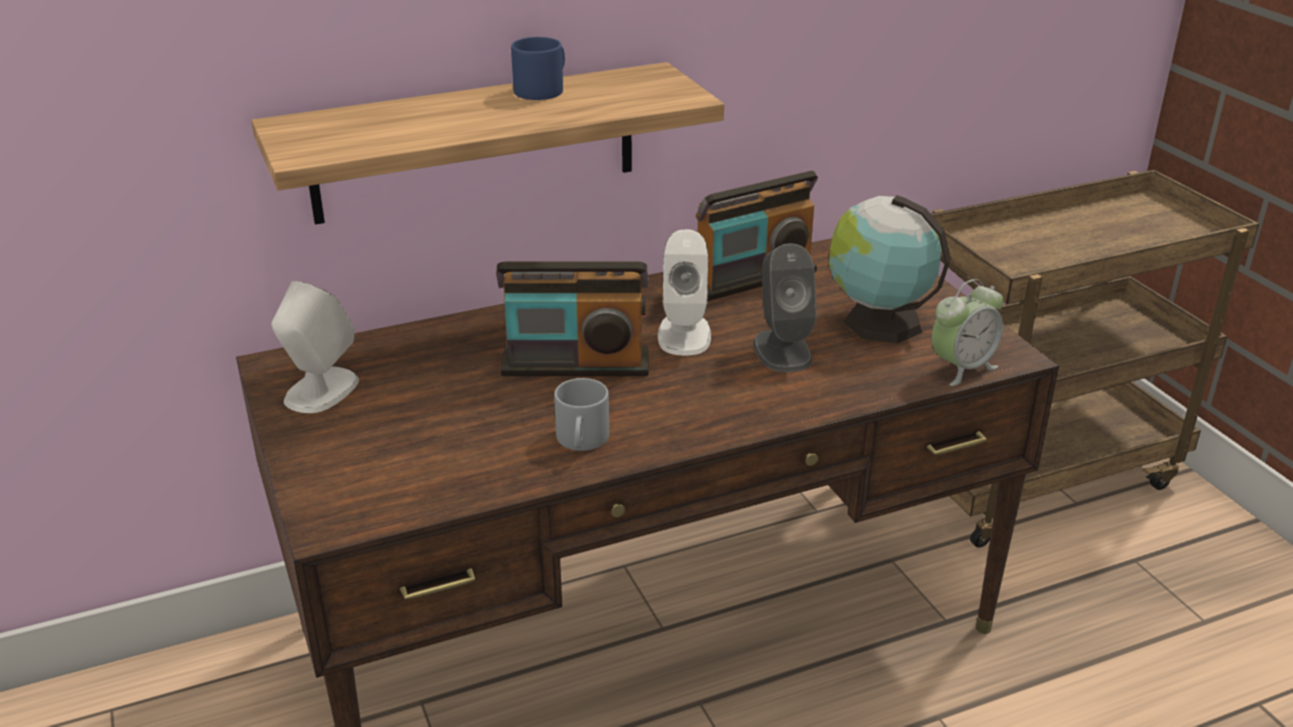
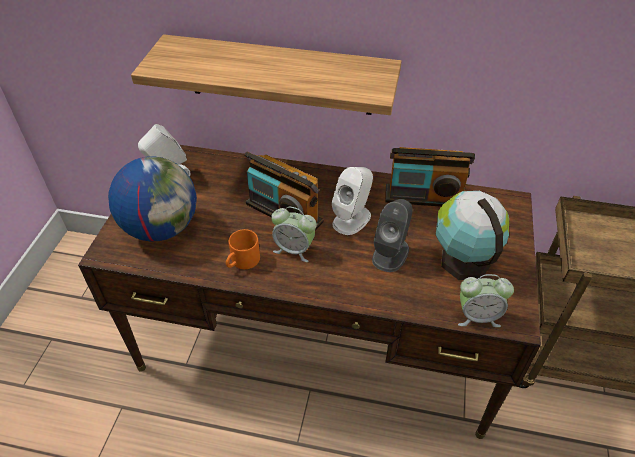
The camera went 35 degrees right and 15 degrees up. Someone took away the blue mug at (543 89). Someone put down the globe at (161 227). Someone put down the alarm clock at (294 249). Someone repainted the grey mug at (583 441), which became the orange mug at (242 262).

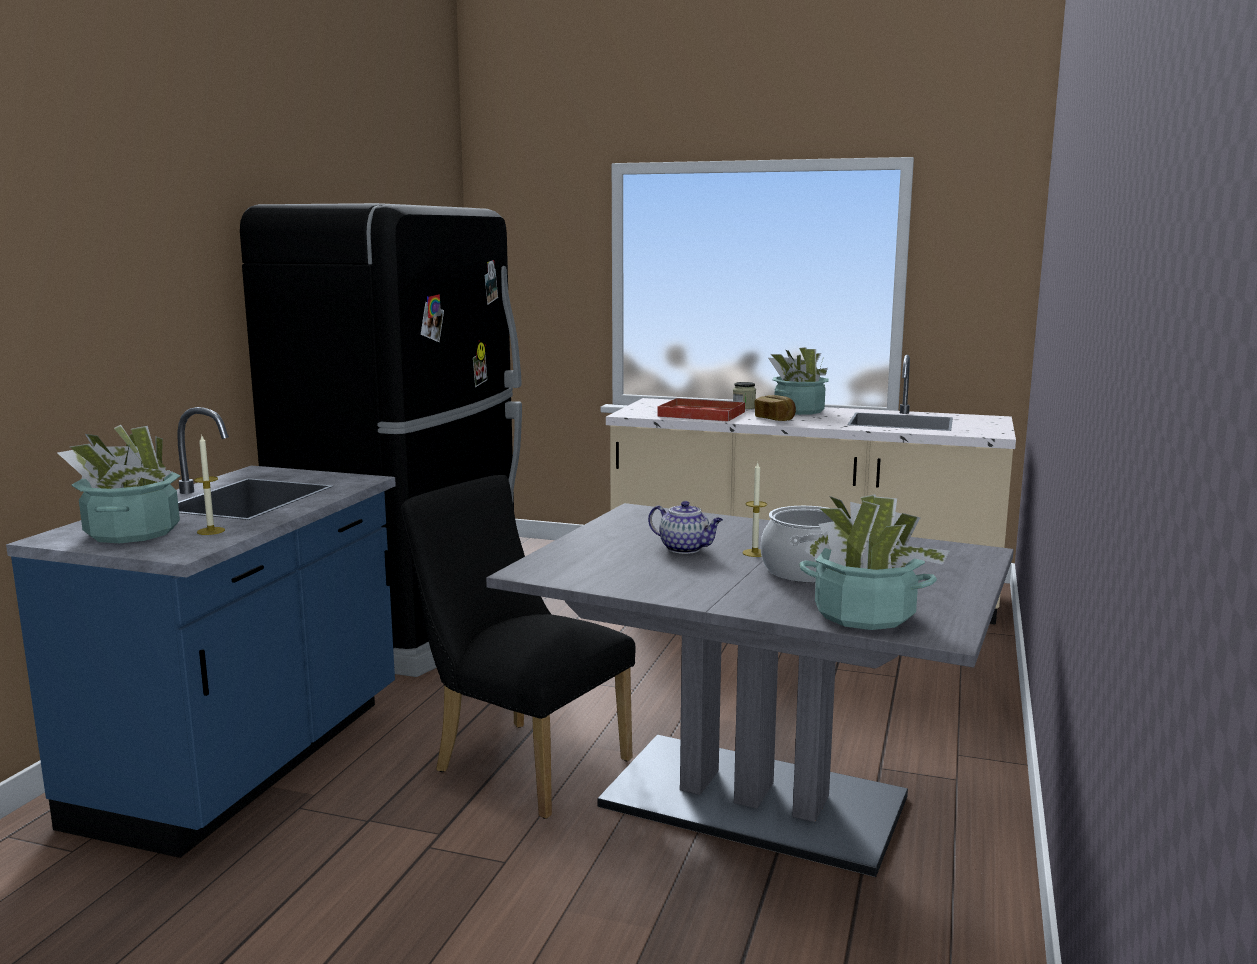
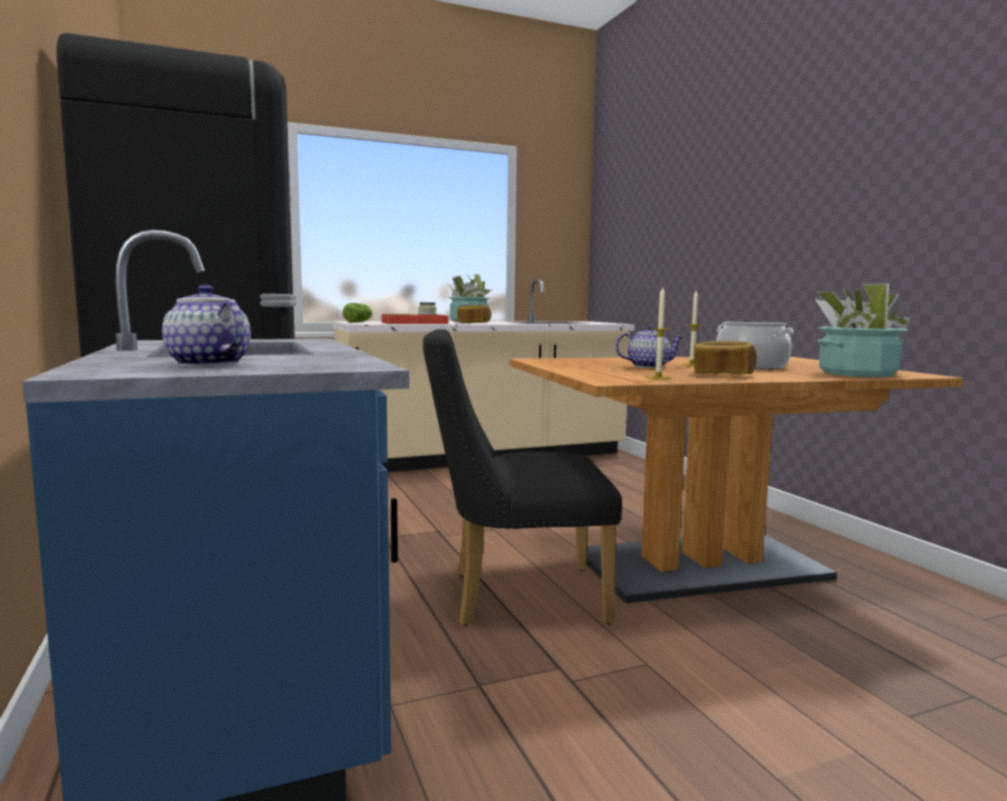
The camera went 40 degrees left and 5 degrees down. Someone put down the lettuce at (359 322). Someone put down the bread at (722 374). Someone carried the candle from (211 531) to (658 377). Someone swapped the potted plant at (132 532) for the teapot at (207 364). Someone repainted the grey dining table at (753 802), which became the brown dining table at (700 566).

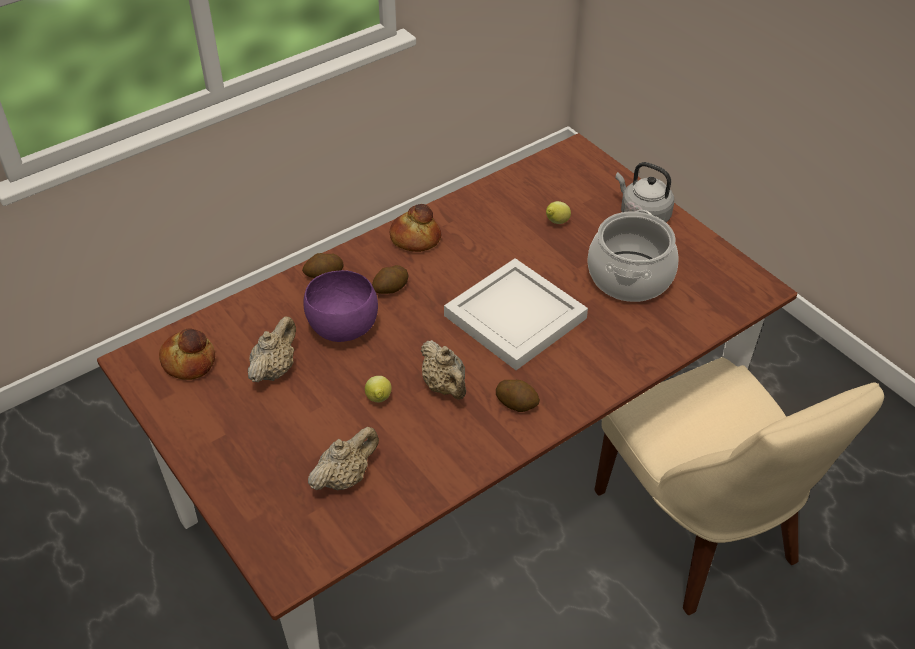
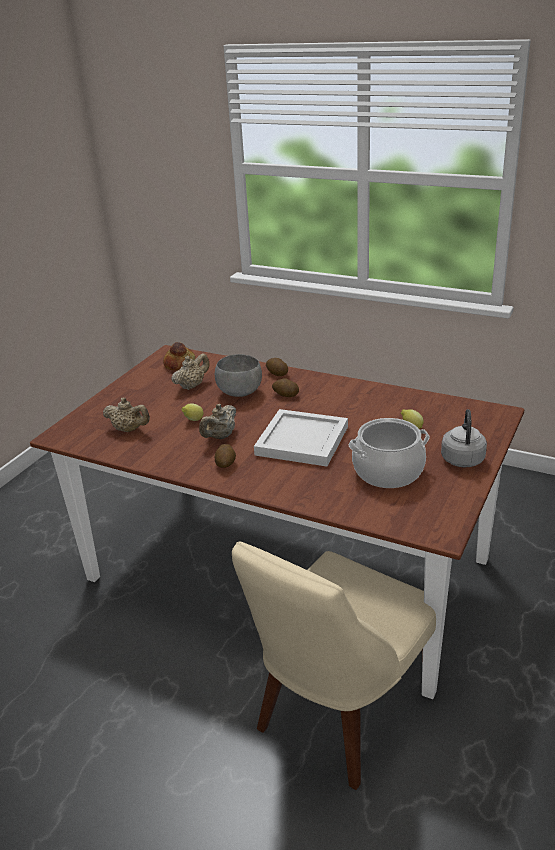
The camera went 65 degrees right and 15 degrees down. Someone took away the bread at (415 238). Someone repainted the purple bowl at (341 328), which became the grey bowl at (239 392). Someone rotated the beige teapot at (274 369) by 45 degrees counterclockwise.

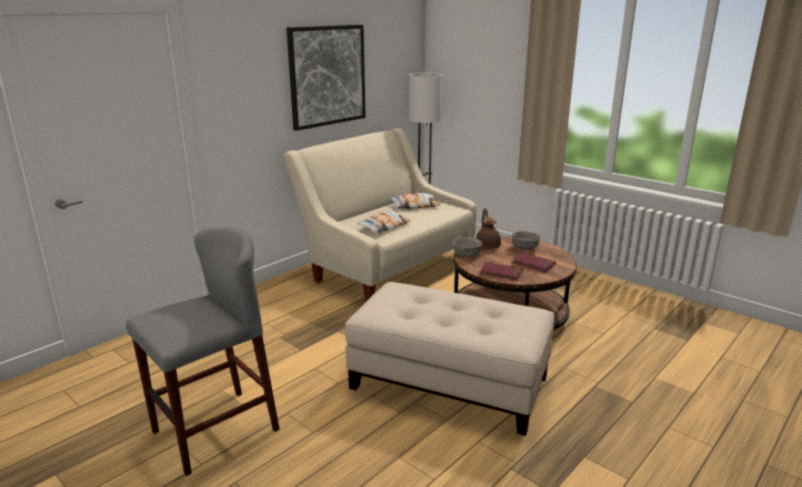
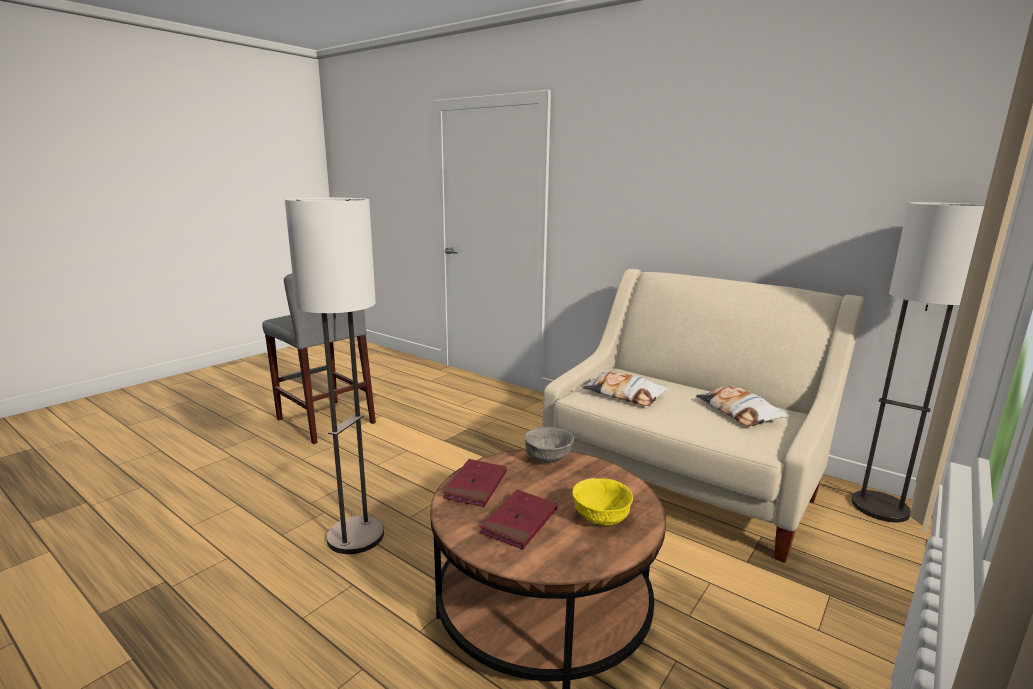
The camera went 85 degrees right and 5 degrees down. Someone took away the picture at (327 76). Someone took away the brown teapot at (487 246). Someone swapped the beige ottoman at (449 382) for the floor lamp at (356 536). Someone repainted the grey bowl at (524 248), which became the yellow bowl at (600 517).

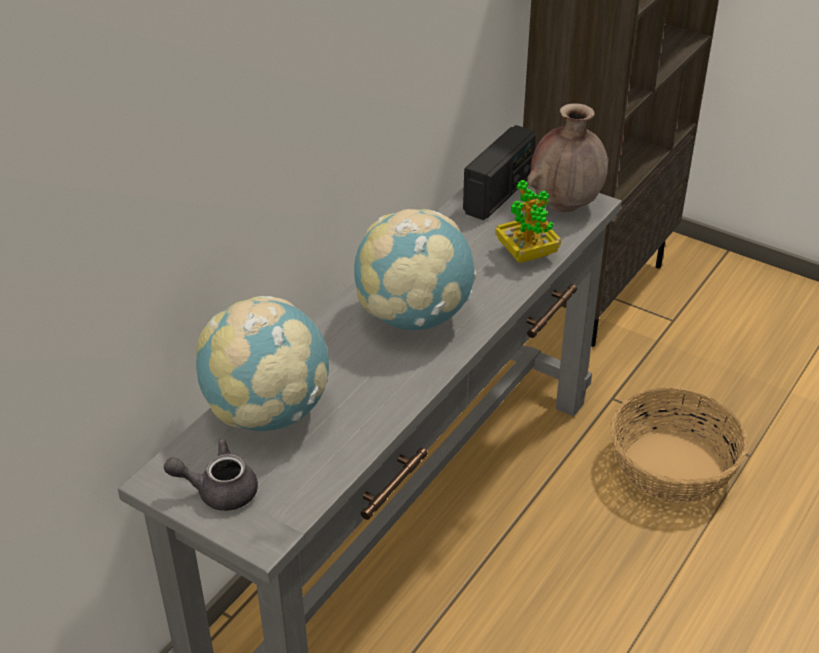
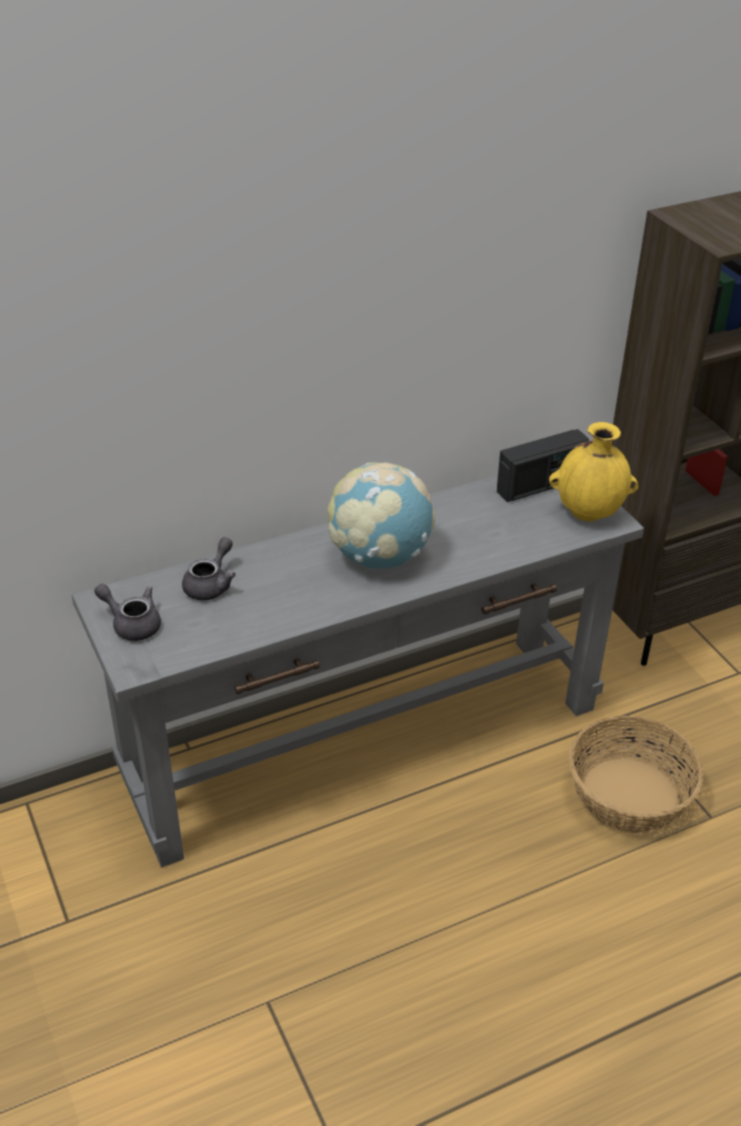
The camera went 30 degrees right and 0 degrees up. Someone took away the potted plant at (526 254). Someone swapped the globe at (267 413) for the grey teapot at (211 584). Someone repainted the brown vase at (565 205), which became the yellow vase at (589 514).

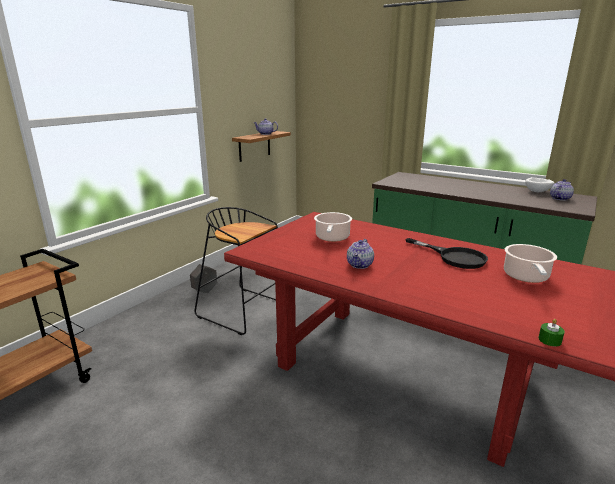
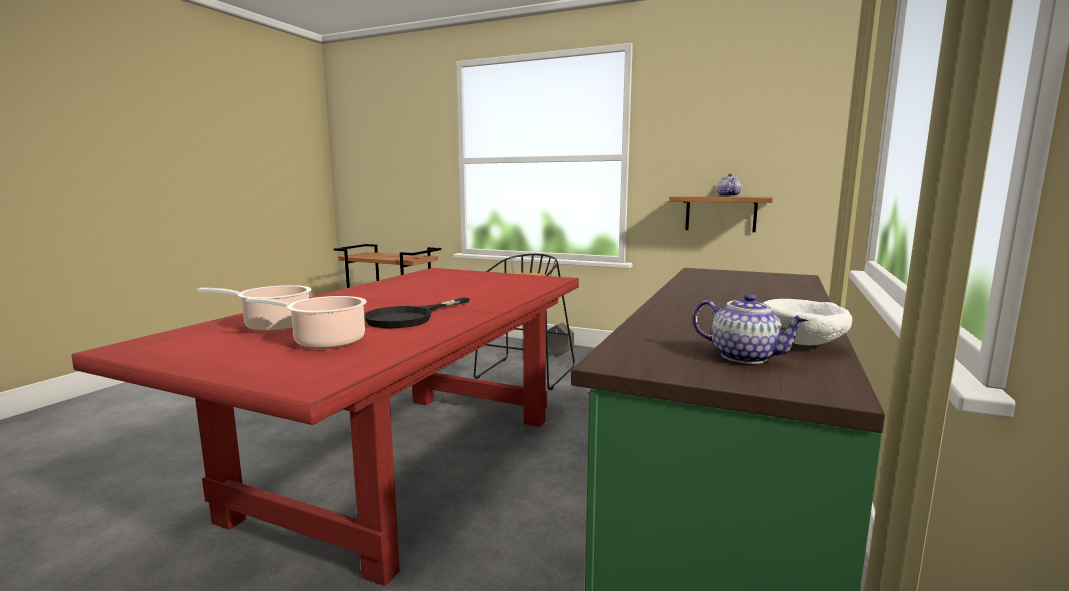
The camera went 80 degrees right and 10 degrees down. Someone took away the teapot at (360 265). Someone took away the green candle at (549 340). Someone carried the cooking pot from (332 238) to (273 326).

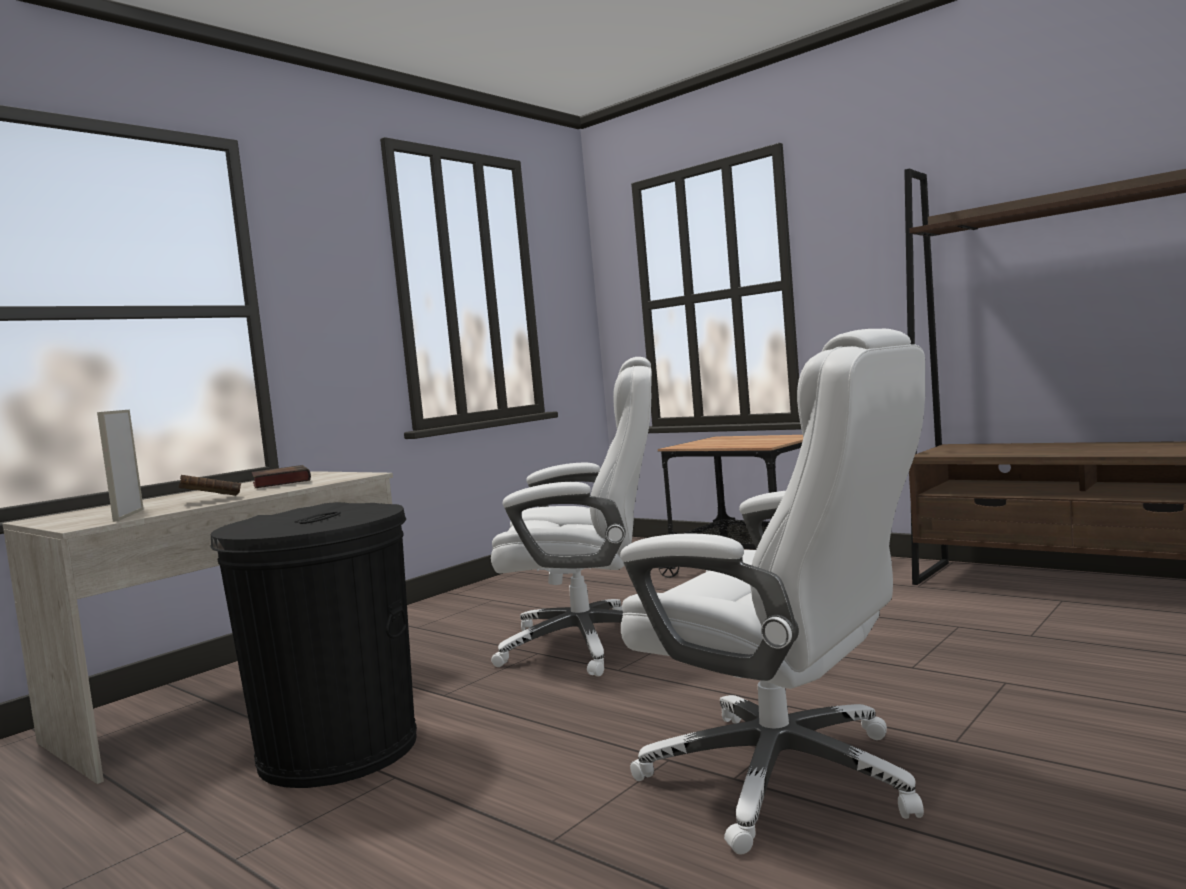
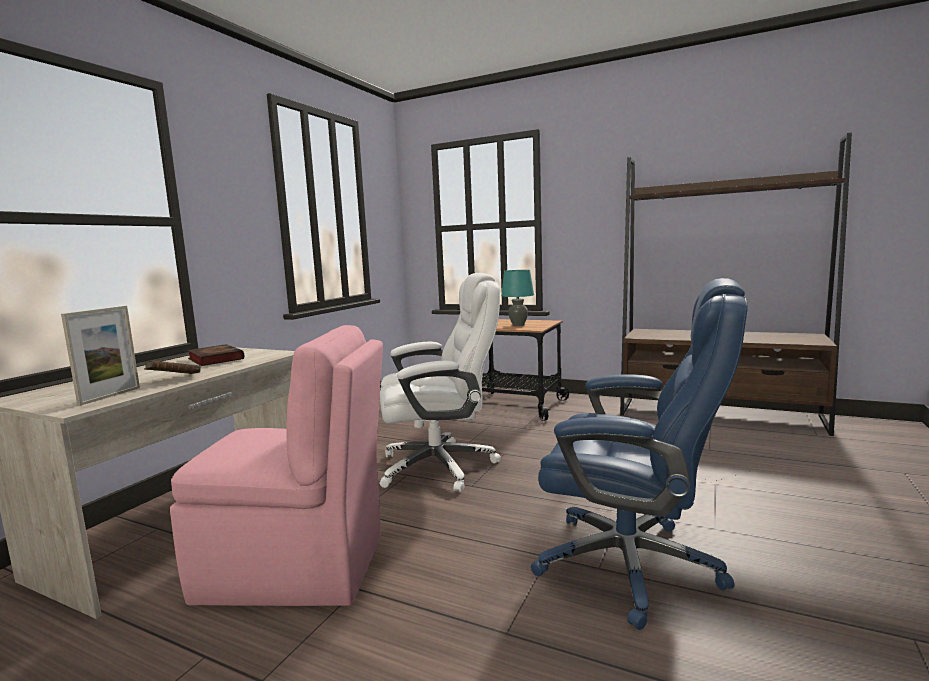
The camera went 15 degrees left and 5 degrees up. Someone put down the turquoise table lamp at (518 325). Someone swapped the black trash can at (338 750) for the pink chair at (298 568). Someone repainted the white office chair at (787 778), which became the blue office chair at (632 565). Someone rotated the picture frame at (128 515) by 135 degrees counterclockwise.

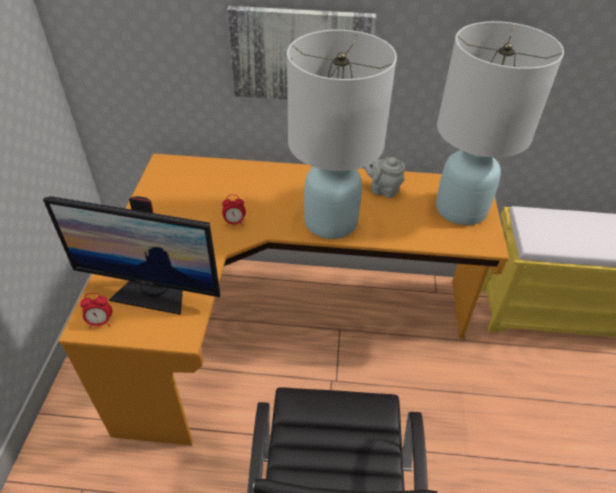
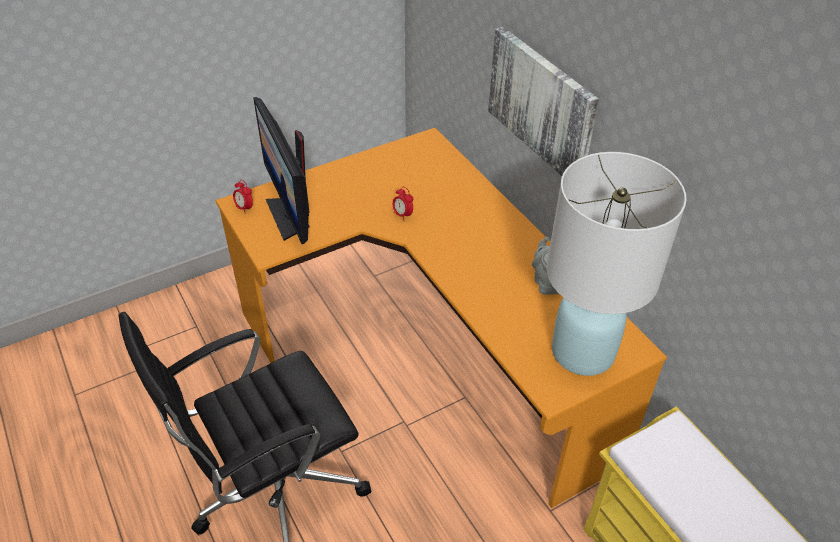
The camera went 55 degrees right and 0 degrees up. Someone took away the white table lamp at (331 222).

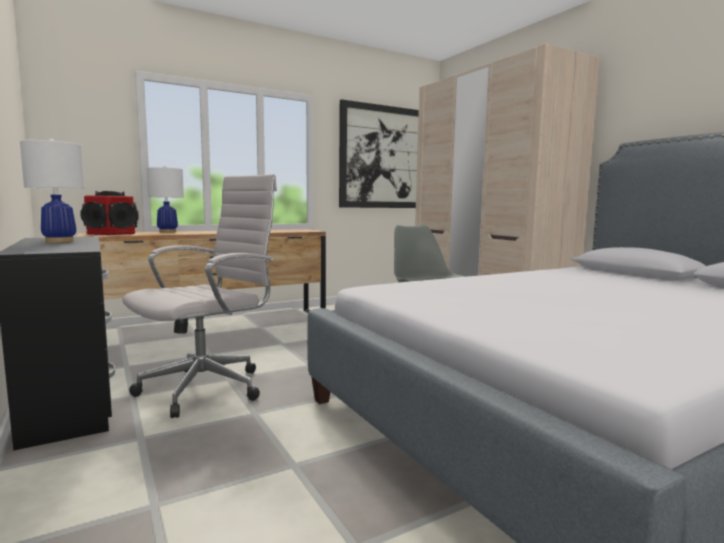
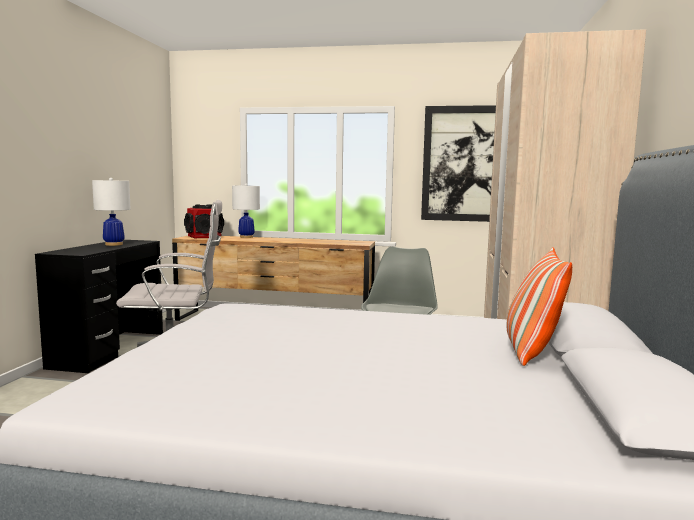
The camera went 40 degrees right and 0 degrees up. Someone put down the pillow at (531 351).

